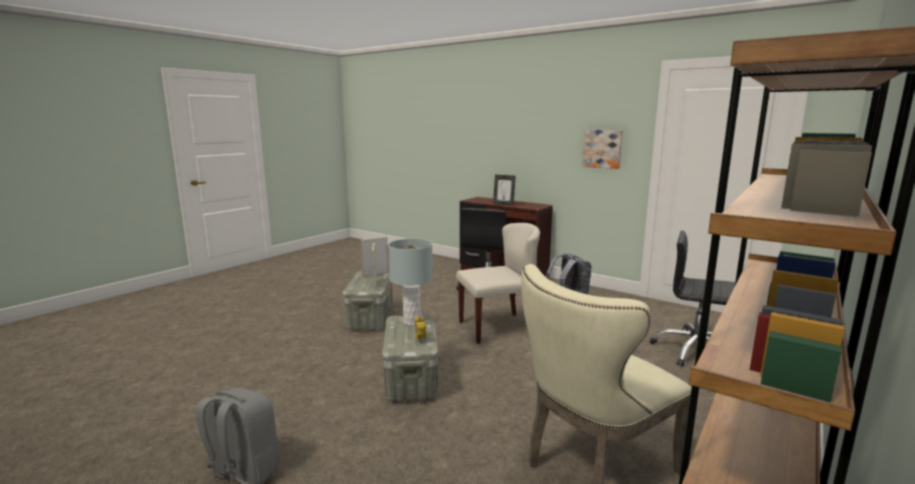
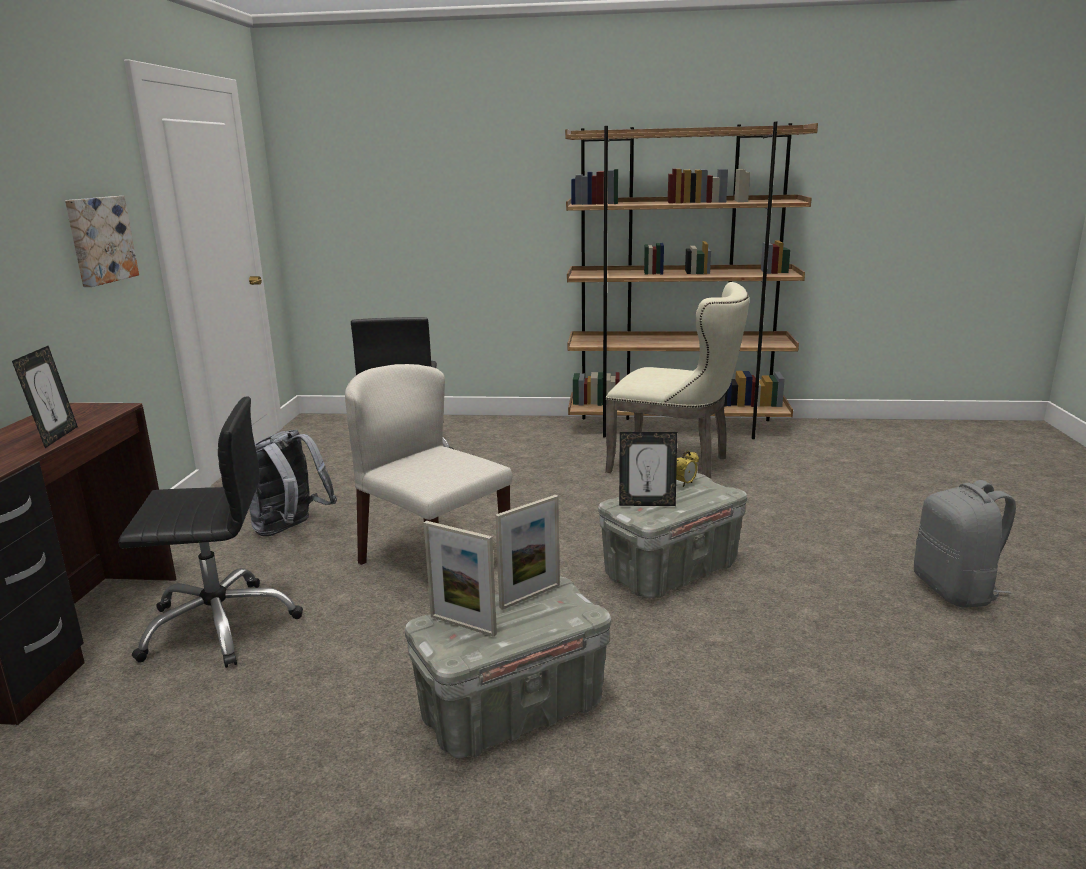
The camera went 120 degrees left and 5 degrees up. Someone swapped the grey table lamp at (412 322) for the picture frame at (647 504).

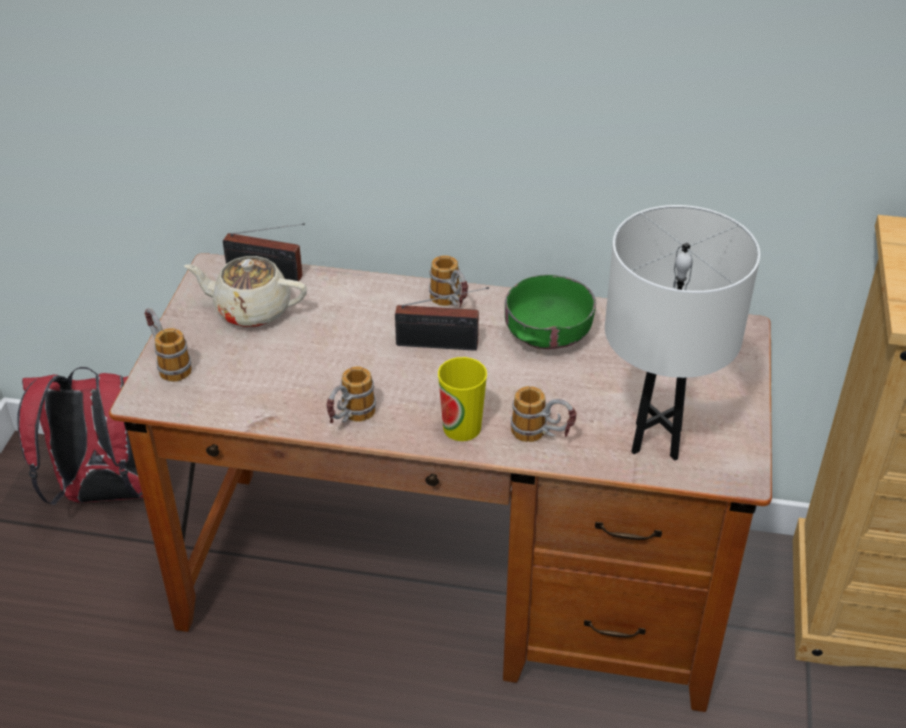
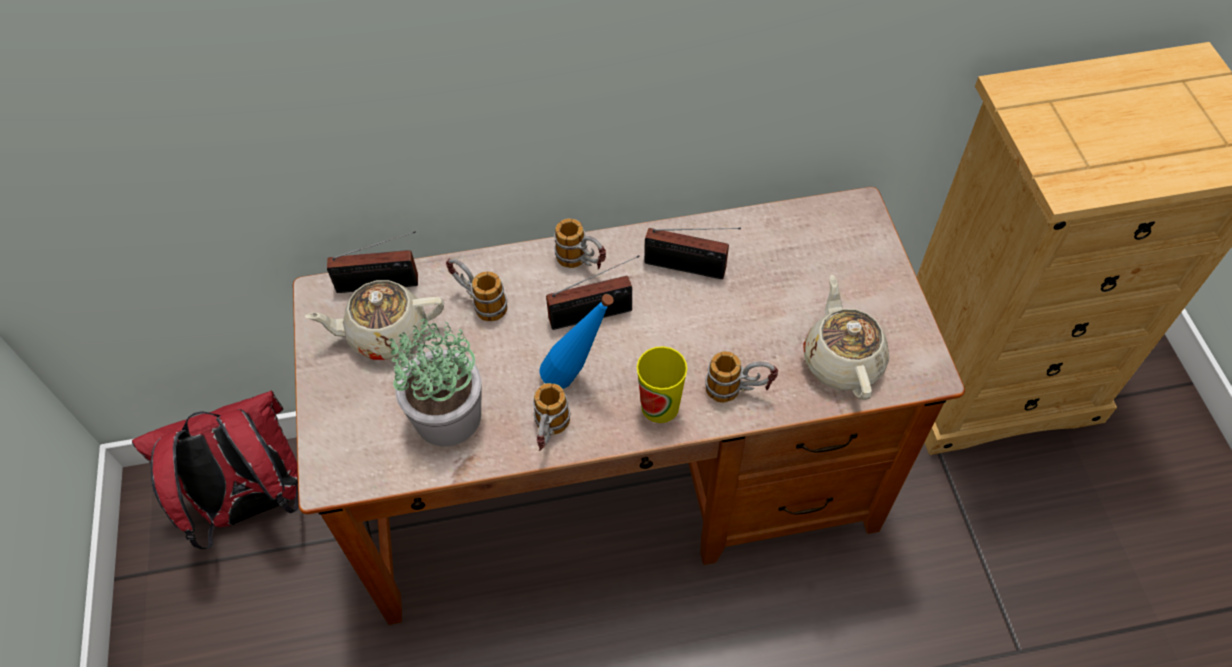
The camera went 20 degrees left and 15 degrees up. Someone put down the potted plant at (446 418). Someone put down the blue bottle at (578 378). Someone carried the mug from (168 363) to (479 302). Someone swapped the green bowl at (549 333) for the radio at (689 268). Someone swapped the white table lamp at (657 441) for the beige teapot at (842 360).

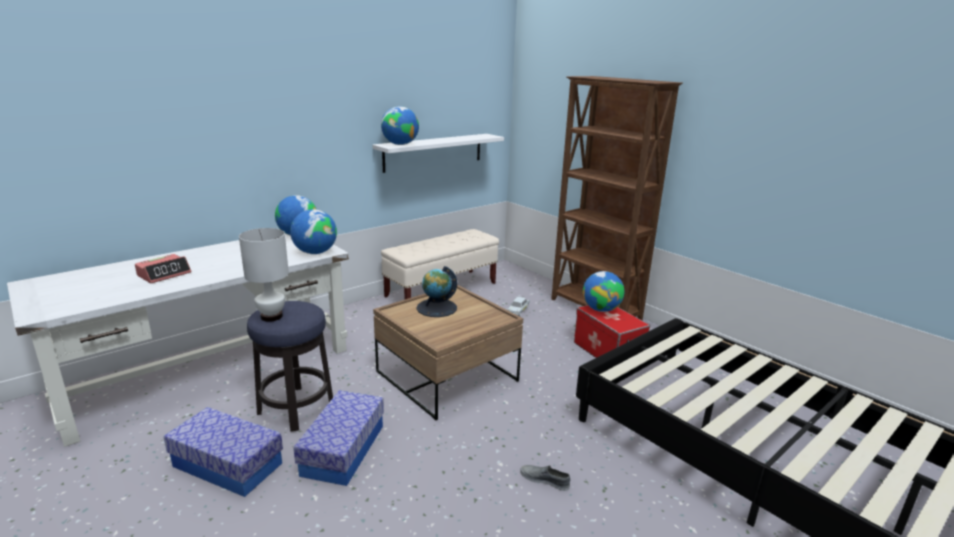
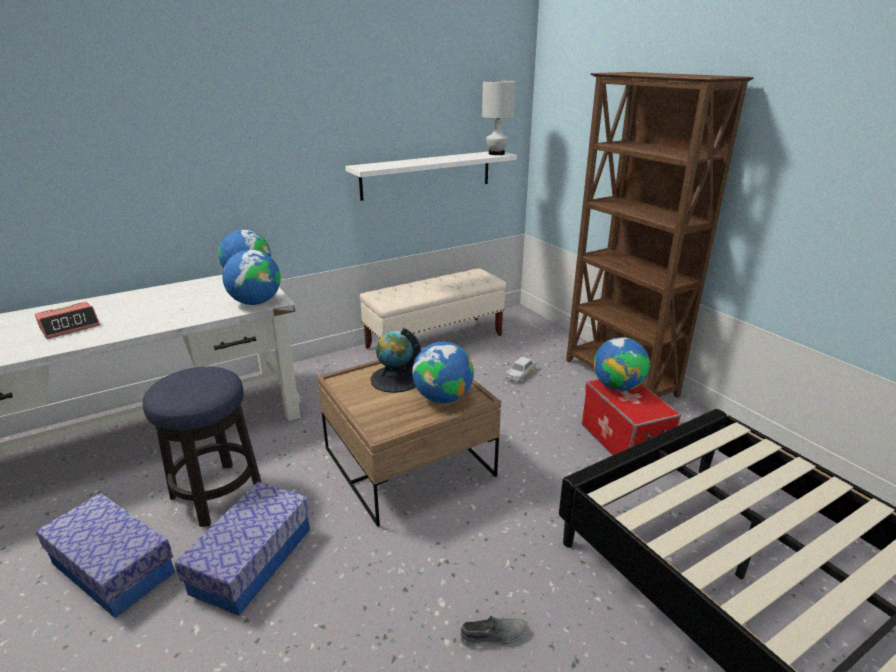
The camera went 10 degrees right and 5 degrees up. Someone carried the white table lamp from (272 316) to (496 153). Someone carried the globe from (400 144) to (442 398). Someone rotated the grey shoe at (544 480) by 135 degrees clockwise.

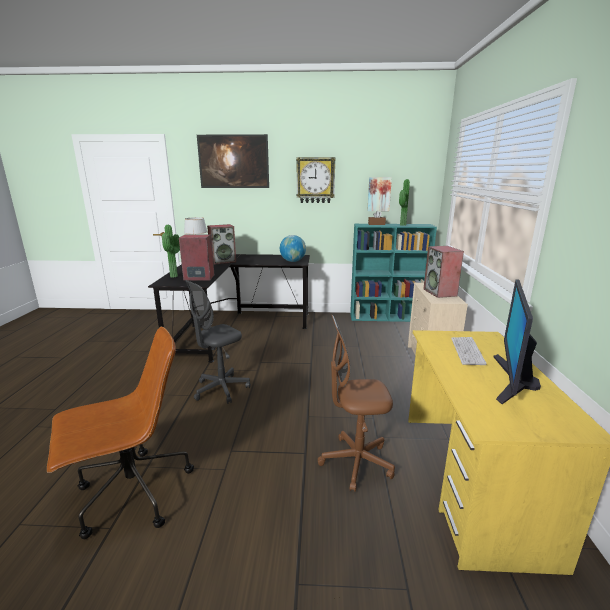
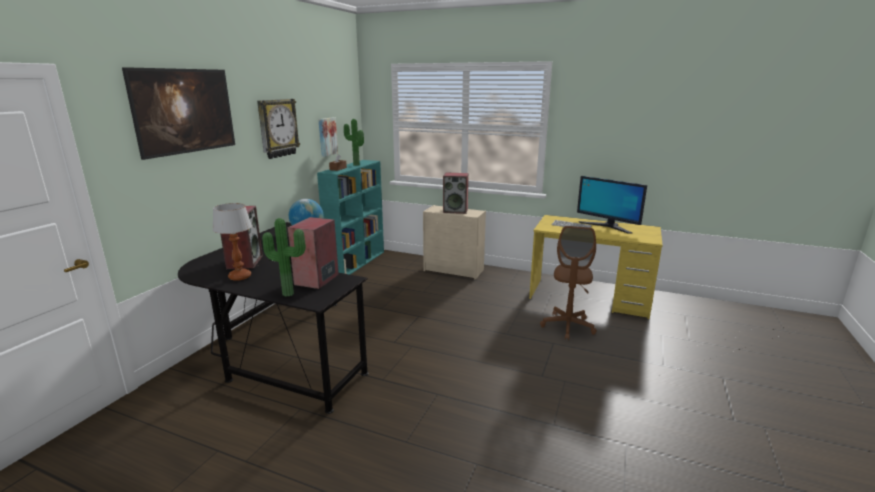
The camera went 70 degrees left and 0 degrees up. Someone took away the brown office chair at (132 493). Someone took away the grey office chair at (221 389).

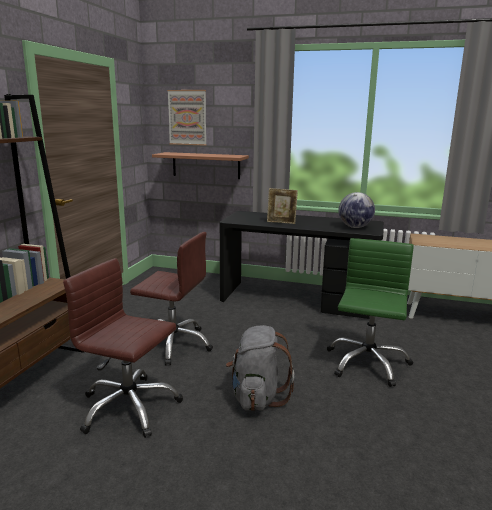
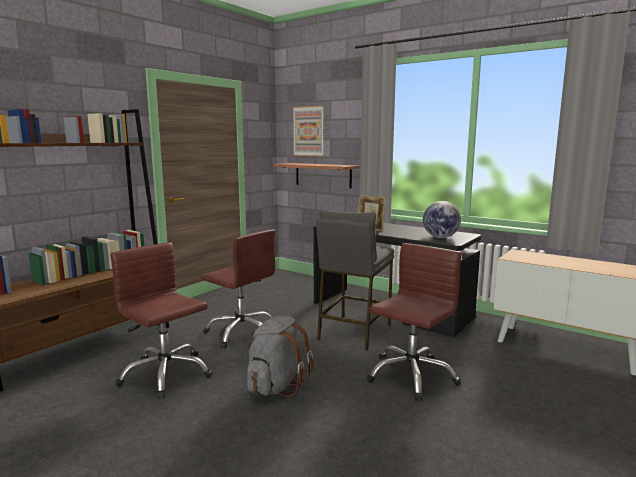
The camera went 20 degrees right and 5 degrees down. Someone put down the grey stool at (353 332). Someone repainted the green office chair at (367 363), which became the brown office chair at (410 375).

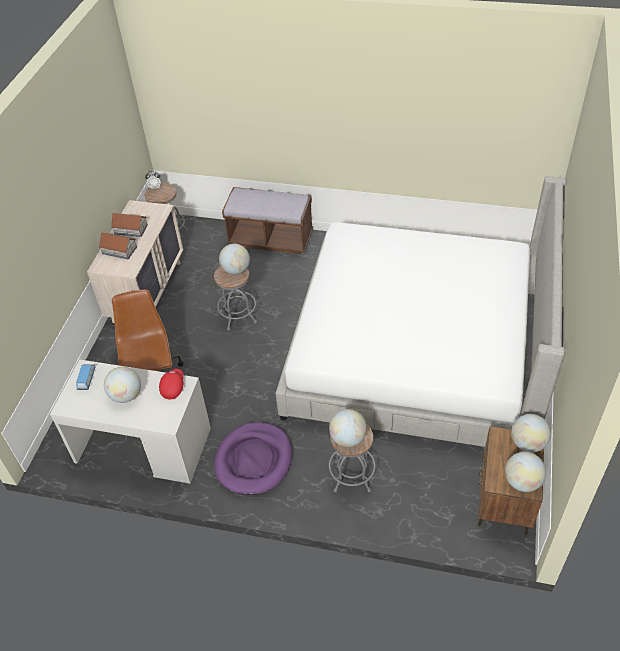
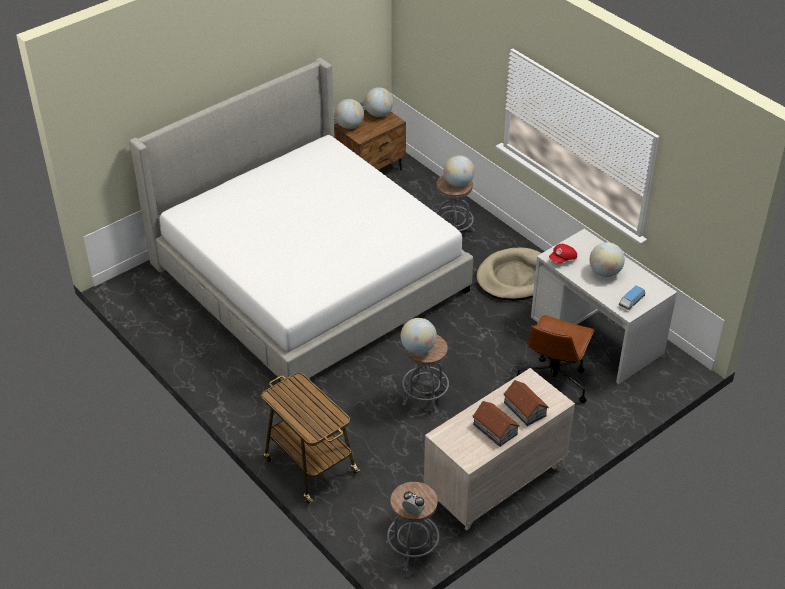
The camera went 145 degrees left and 5 degrees down. Someone swapped the brown bench at (271 239) for the cart at (309 464). Someone repainted the purple dog bed at (254 460), which became the beige dog bed at (514 277).

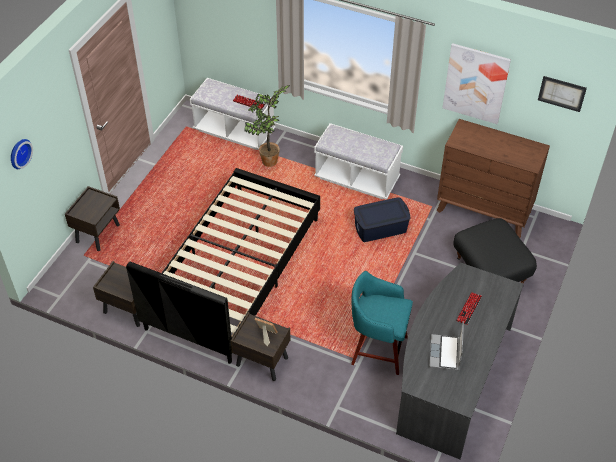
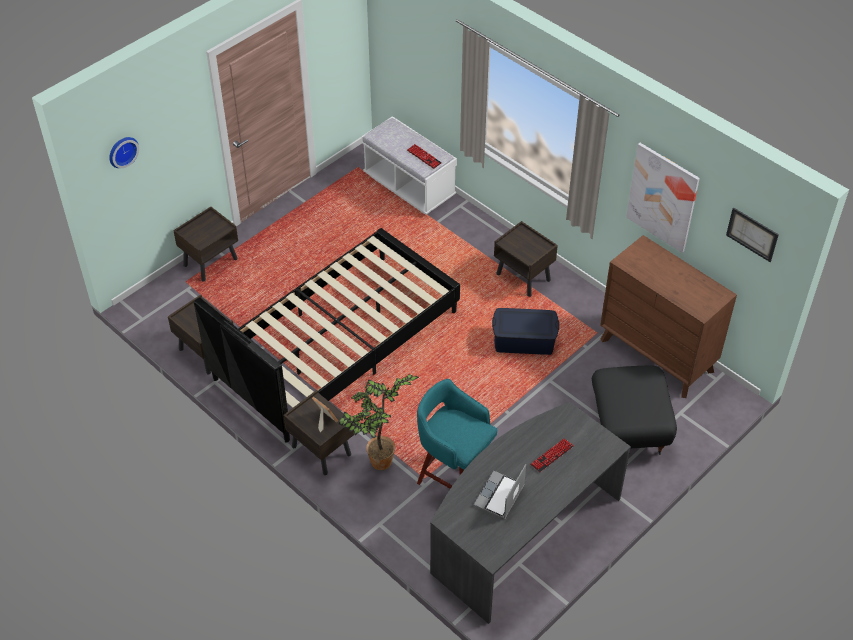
The camera went 20 degrees right and 0 degrees up. Someone carried the potted plant from (269 163) to (379 464). Someone swapped the white bench at (357 179) for the brown nightstand at (524 277).

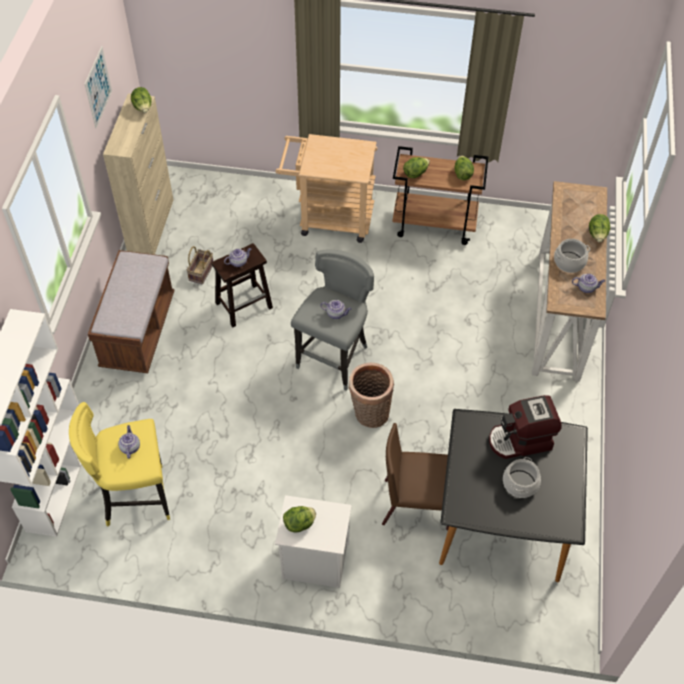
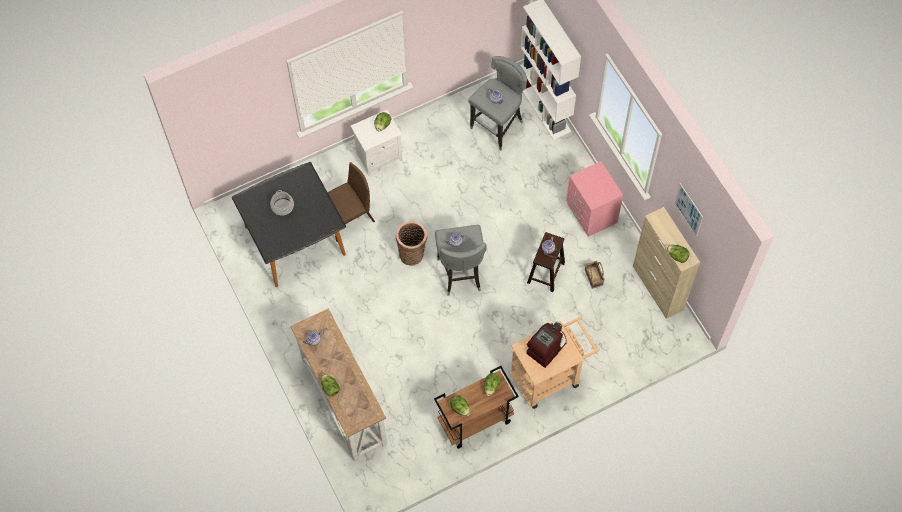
The camera went 145 degrees right and 10 degrees up. Someone took away the cooking pot at (569 262). Someone carried the coffee machine from (520 441) to (546 347). Someone swapped the brown bench at (138 331) for the pink nightstand at (591 213). Someone repainted the yellow stool at (135 498), which became the grey stool at (498 126).

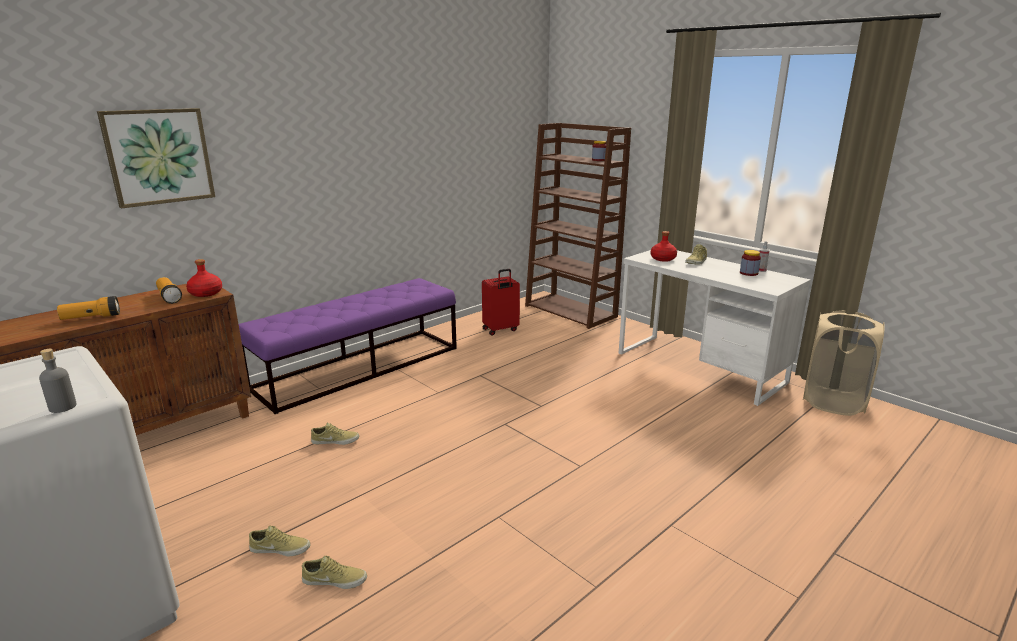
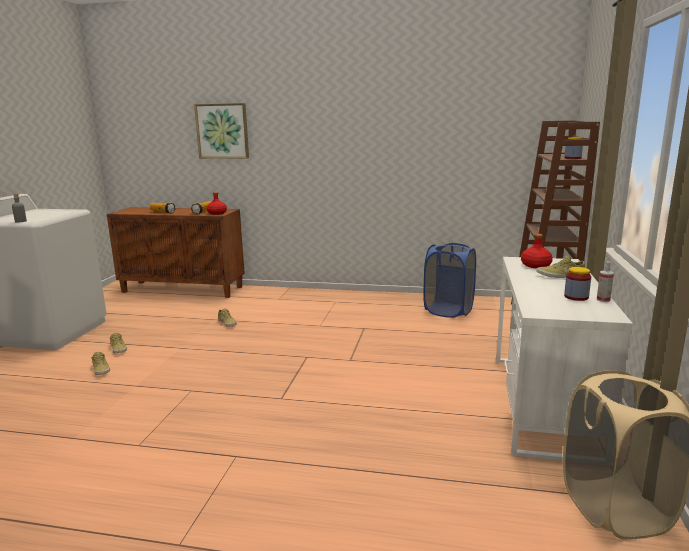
The camera went 55 degrees right and 5 degrees down. Someone took away the purple bench at (359 367). Someone swapped the red suitcase at (500 330) for the blue laundry basket at (448 310).

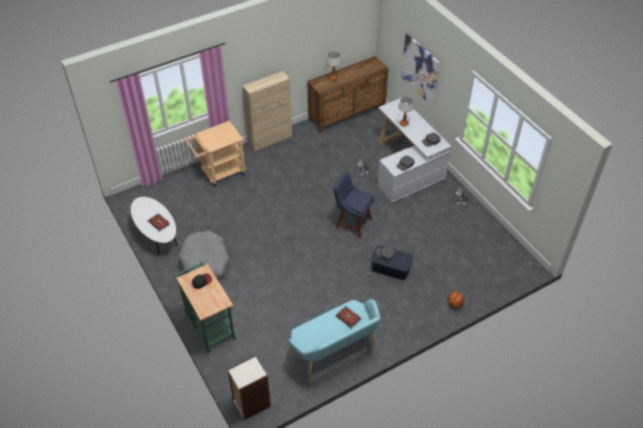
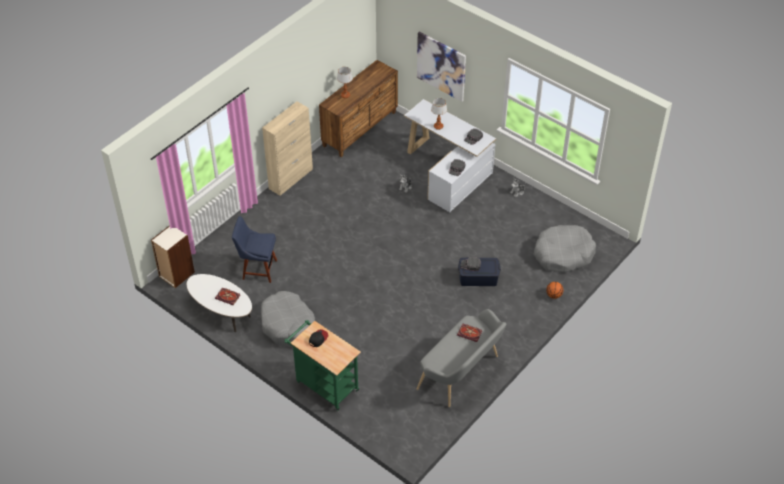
The camera went 20 degrees left and 0 degrees up. Someone took away the beige cart at (219 173). Someone put down the grey dog bed at (563 254). Someone carried the bookcase from (251 403) to (176 274). Someone carried the blue chair from (352 223) to (257 269). Someone repainted the turquoise bench at (335 353), which became the grey bench at (461 374).

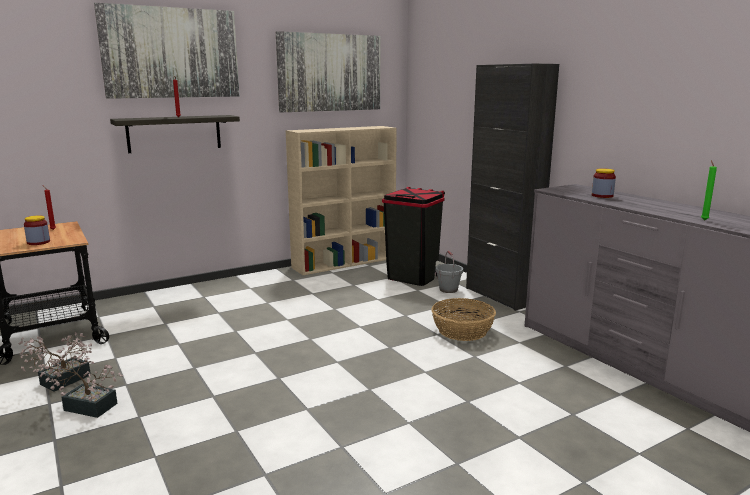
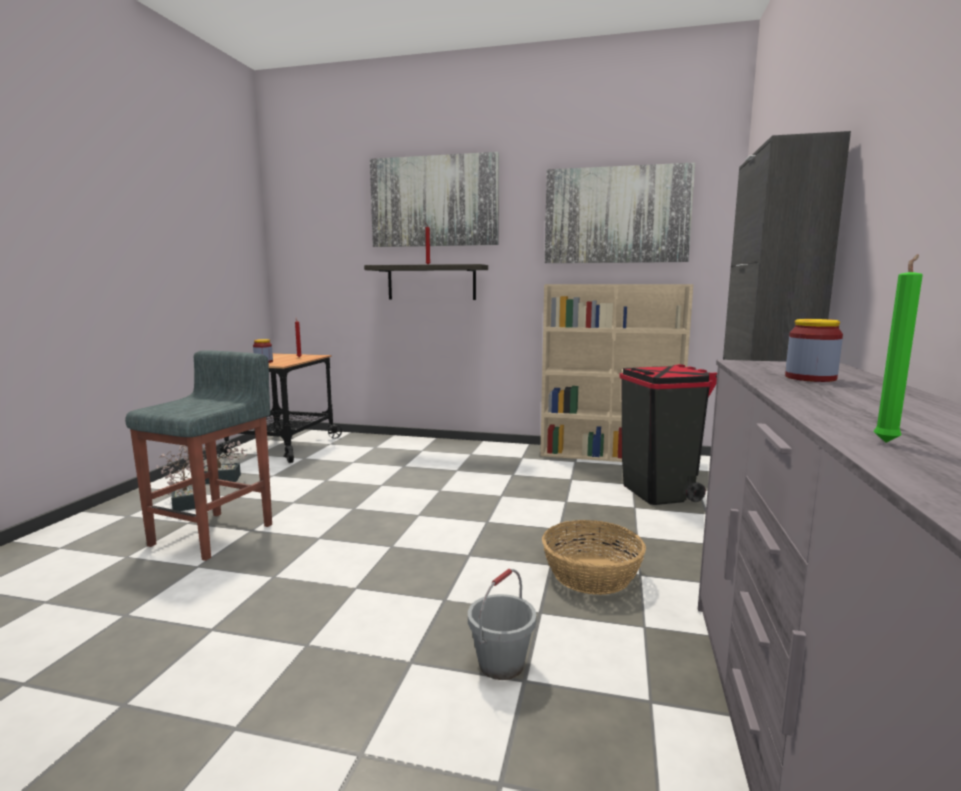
The camera went 45 degrees right and 5 degrees down. Someone put down the grey stool at (214 534). Someone carried the grey bucket from (448 289) to (501 665).

